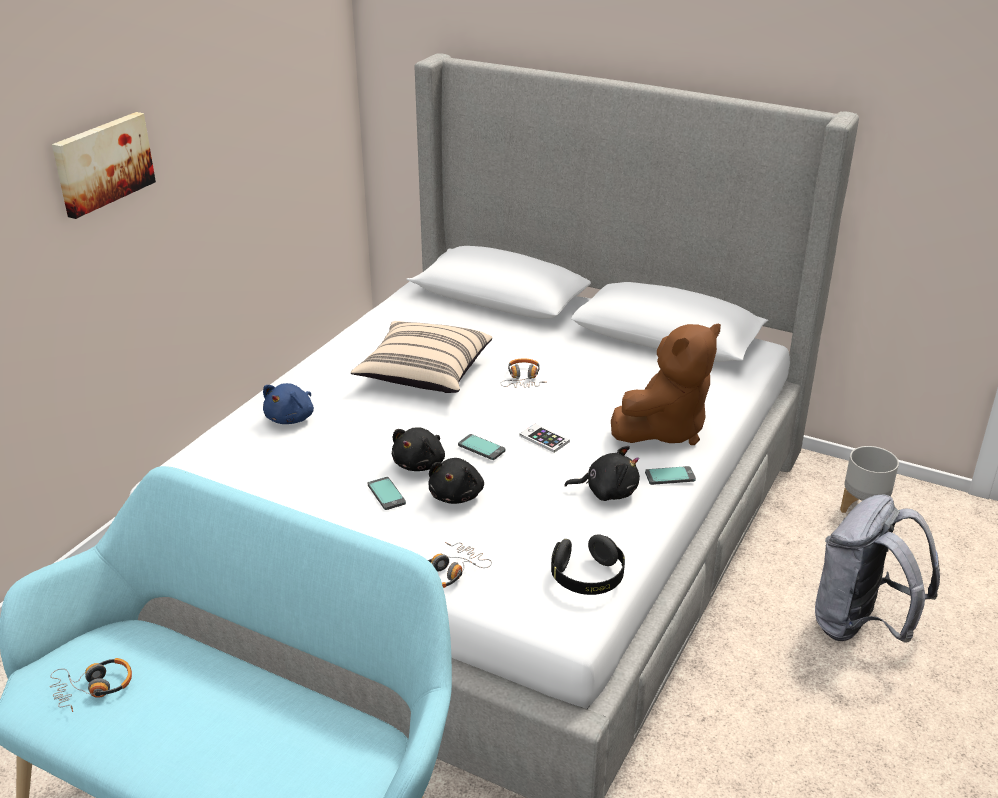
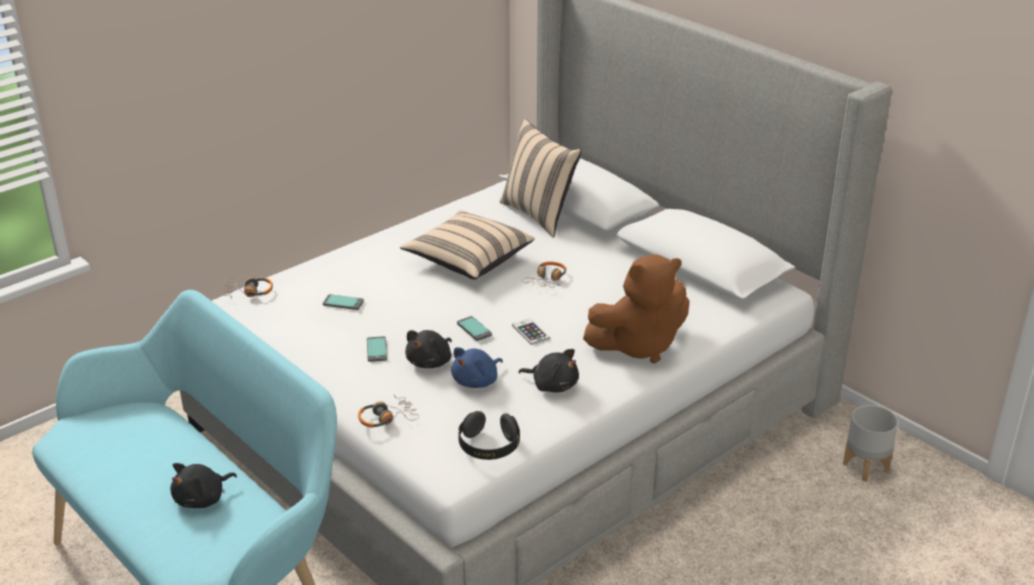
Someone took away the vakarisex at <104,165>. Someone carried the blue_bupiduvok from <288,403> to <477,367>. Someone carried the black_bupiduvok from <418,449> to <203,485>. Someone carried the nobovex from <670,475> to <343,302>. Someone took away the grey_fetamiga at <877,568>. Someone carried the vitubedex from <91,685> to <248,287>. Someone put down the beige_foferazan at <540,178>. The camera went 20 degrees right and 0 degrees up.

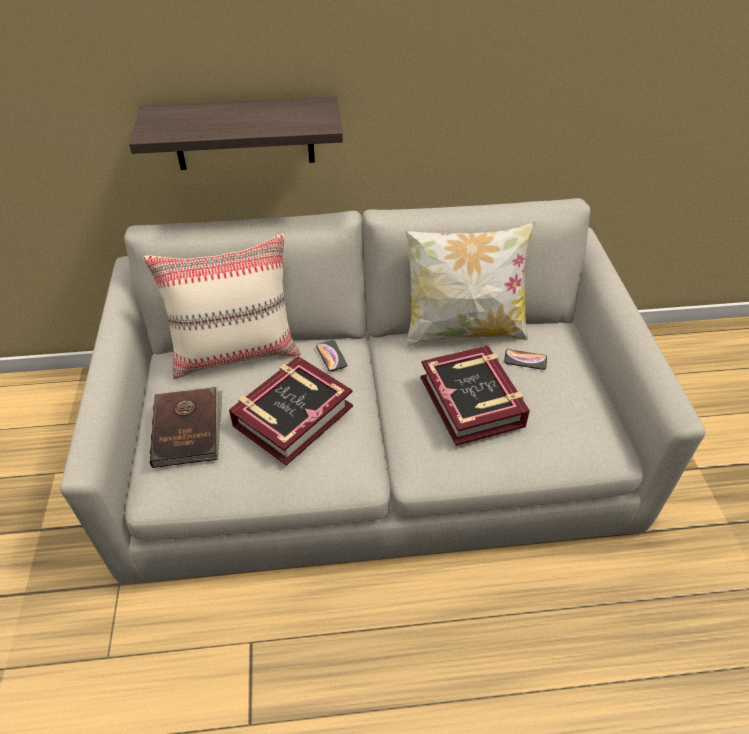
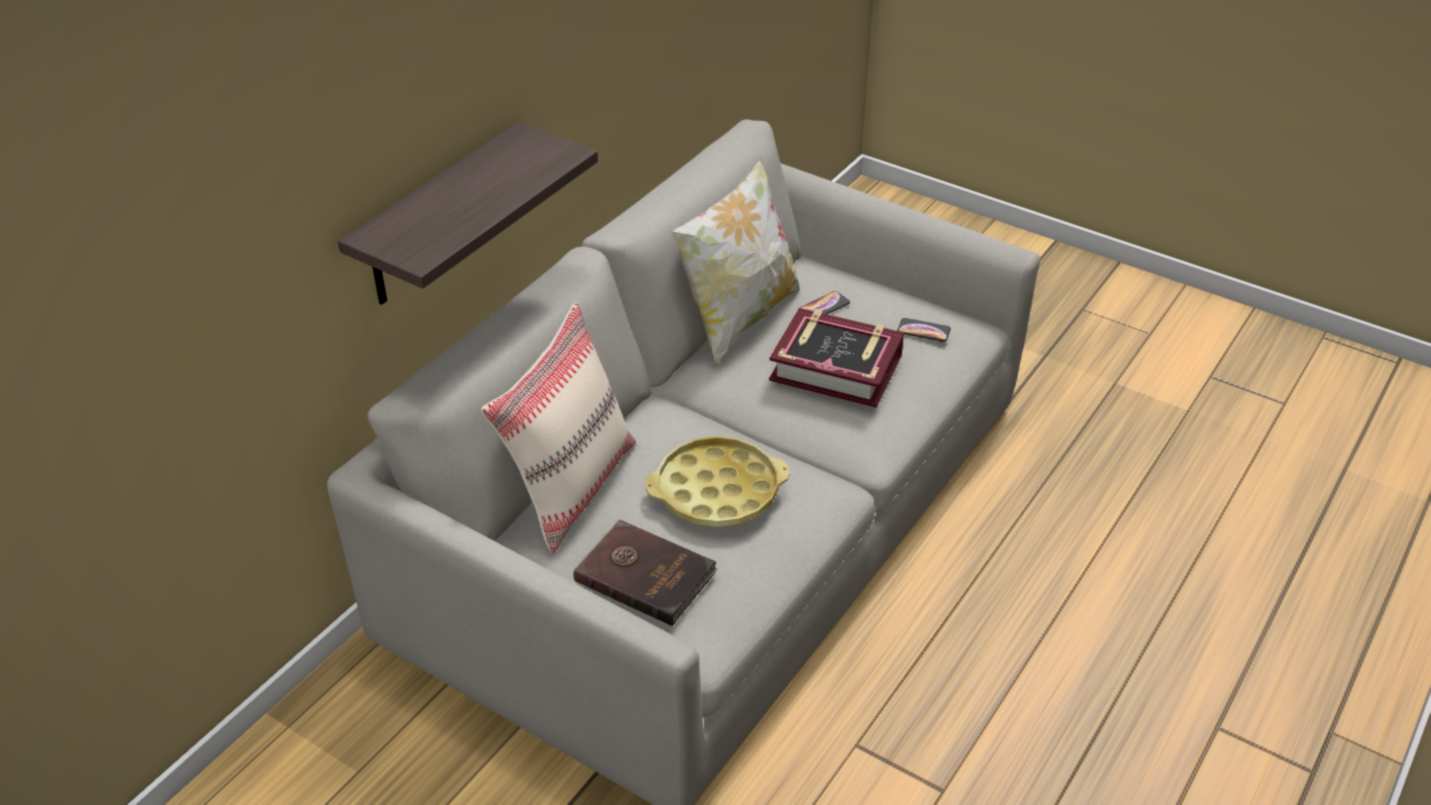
Someone carried the nobovex from <331,356> to <924,330>. Someone swapped the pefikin at <291,411> for the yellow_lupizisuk at <717,481>. The camera went 50 degrees left and 5 degrees down.

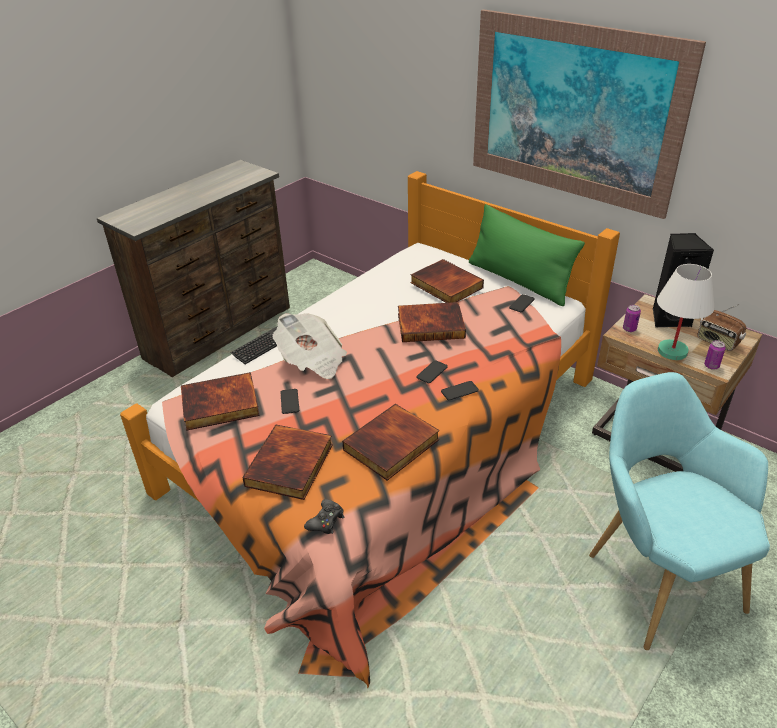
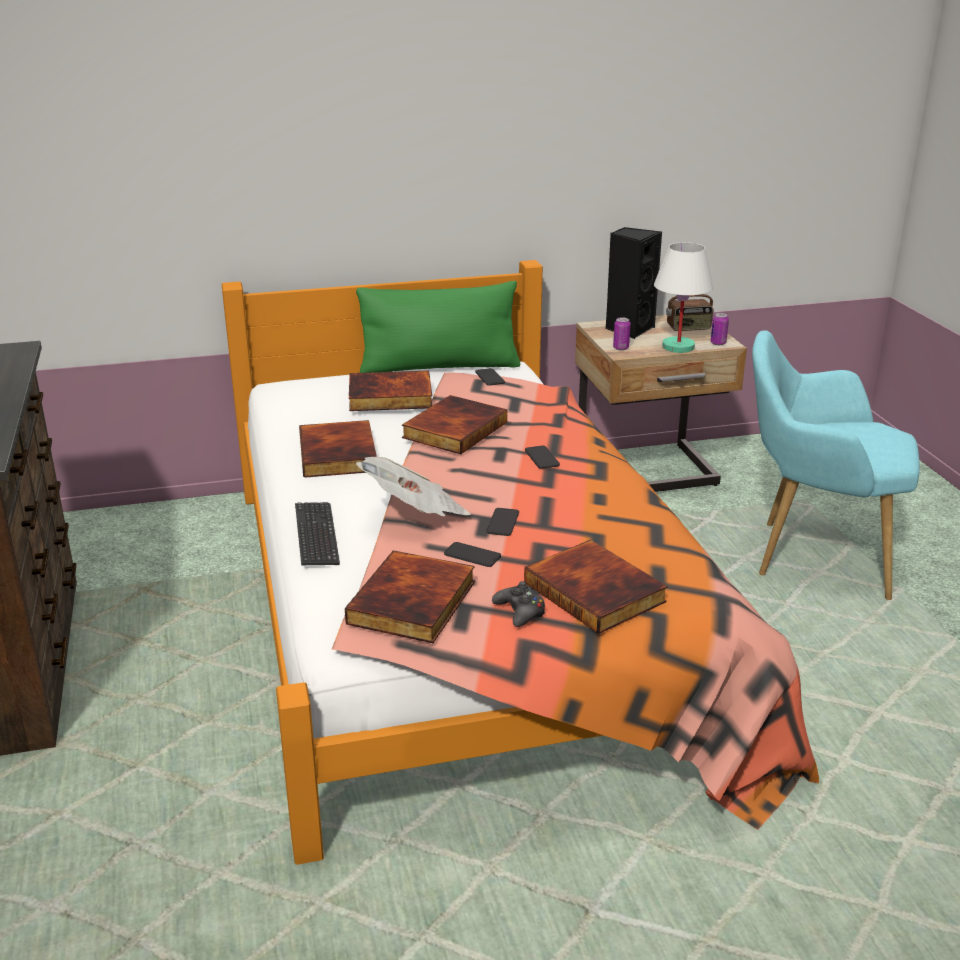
Someone took away the vakarisex at <589,114>. Someone carried the nobovex from <460,390> to <502,522>. Someone carried the pefikin from <391,442> to <338,449>. Someone carried the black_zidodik from <324,516> to <518,604>. The camera went 55 degrees left and 10 degrees down.

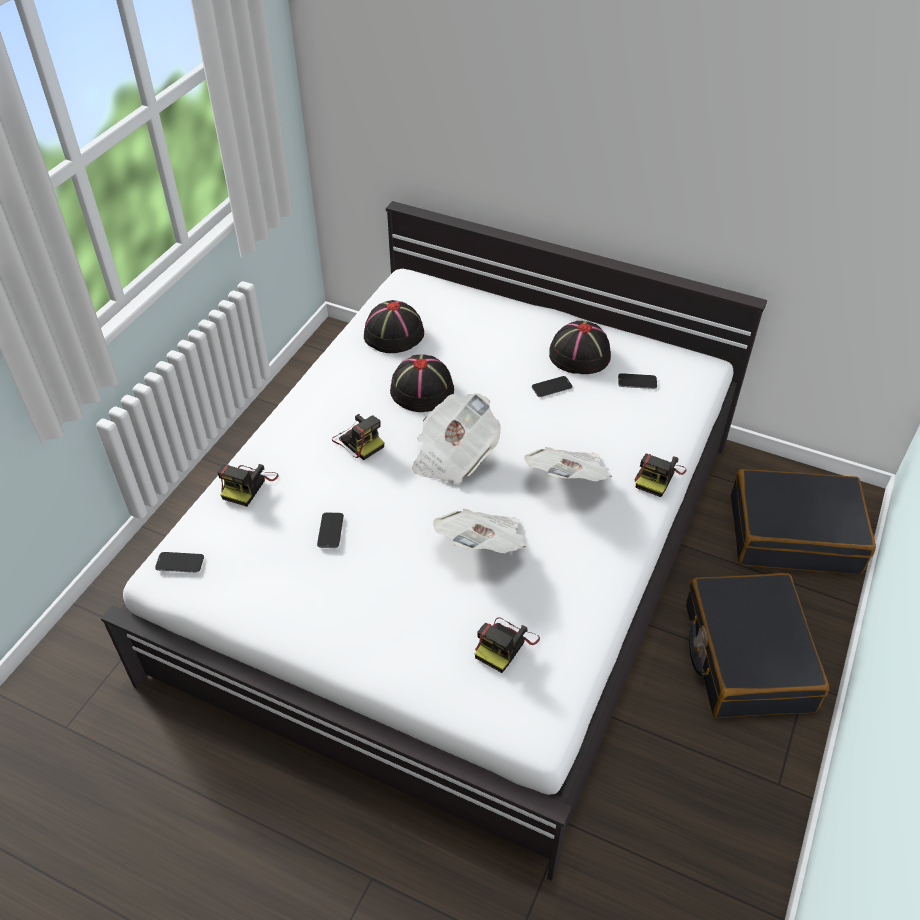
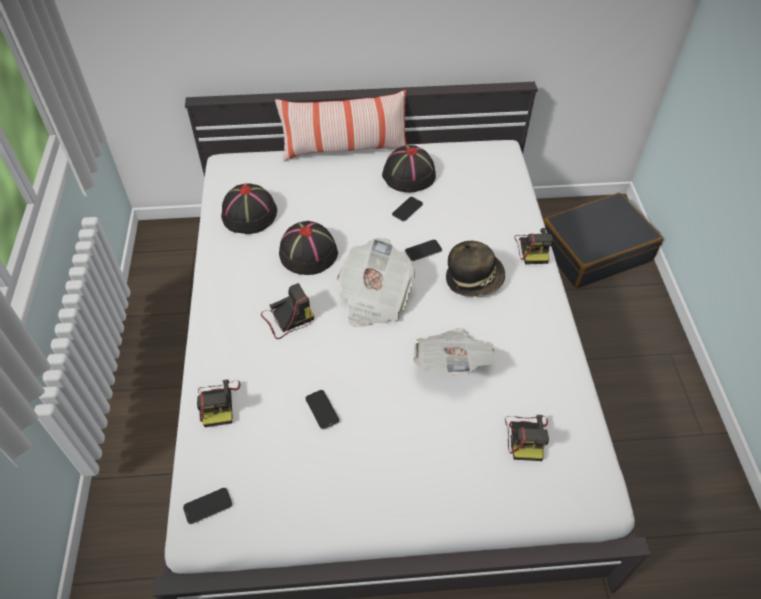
Someone carried the nobovex from <637,381> to <423,250>. Someone rotated the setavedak at <358,437> by 45 degrees counterclockwise. Someone swapped the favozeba at <568,464> for the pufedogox at <475,269>. Someone took away the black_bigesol at <757,645>. Someone put down the foferazan at <341,125>. The camera went 30 degrees left and 5 degrees up.

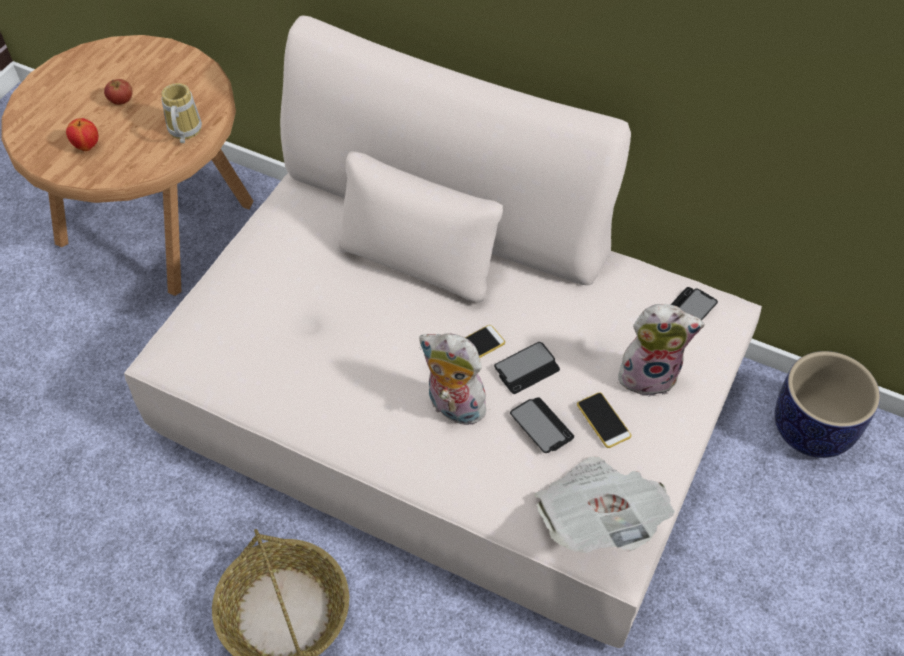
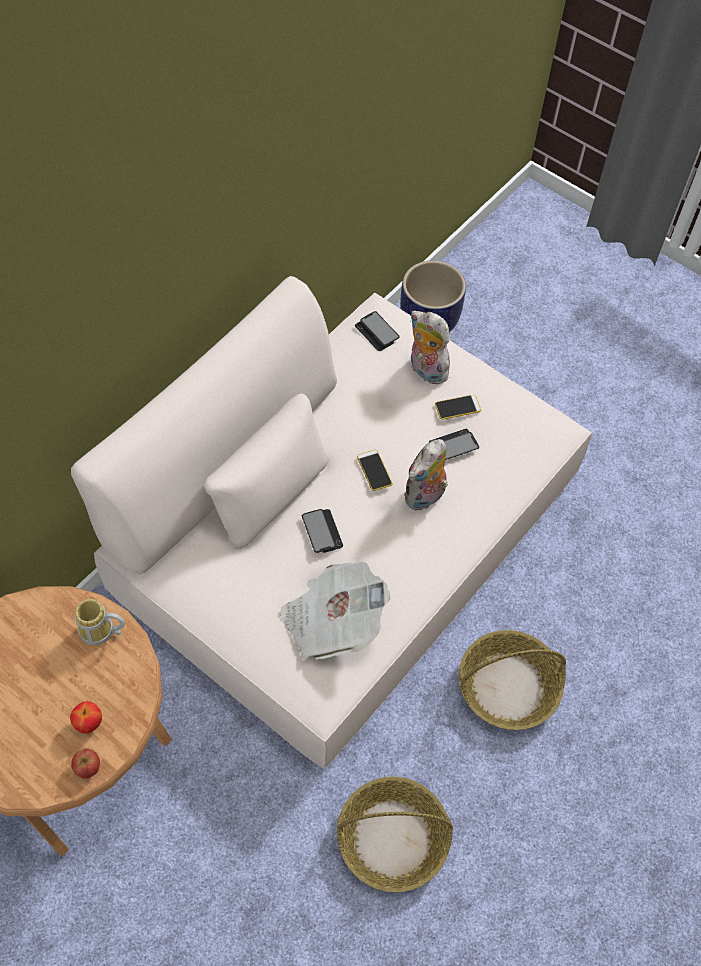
Someone carried the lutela from <118,92> to <85,763>. Someone rotated the bupiduvok at <661,350> by 60 degrees counterclockwise. Someone carried the nobovex from <527,368> to <322,531>. Someone carried the favozeba from <605,504> to <335,611>. Someone put down the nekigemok at <395,834>. The camera went 80 degrees left and 5 degrees up.

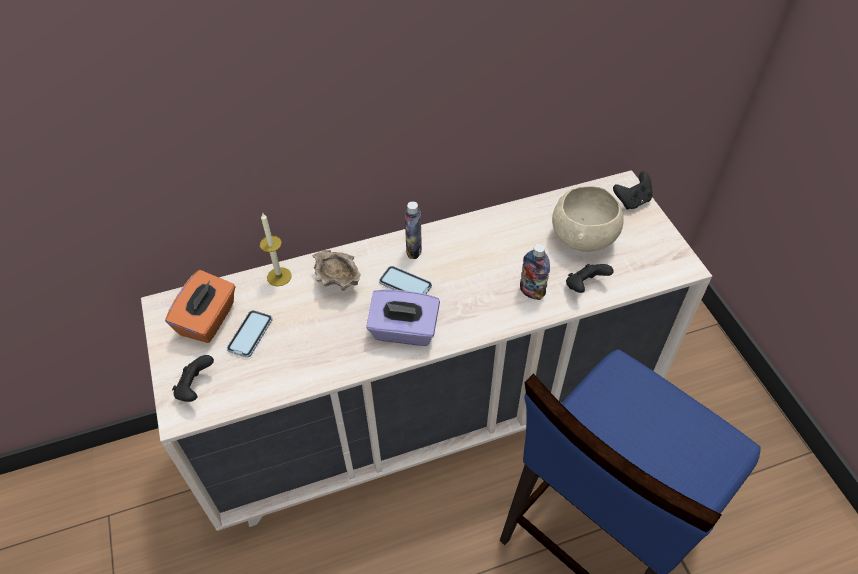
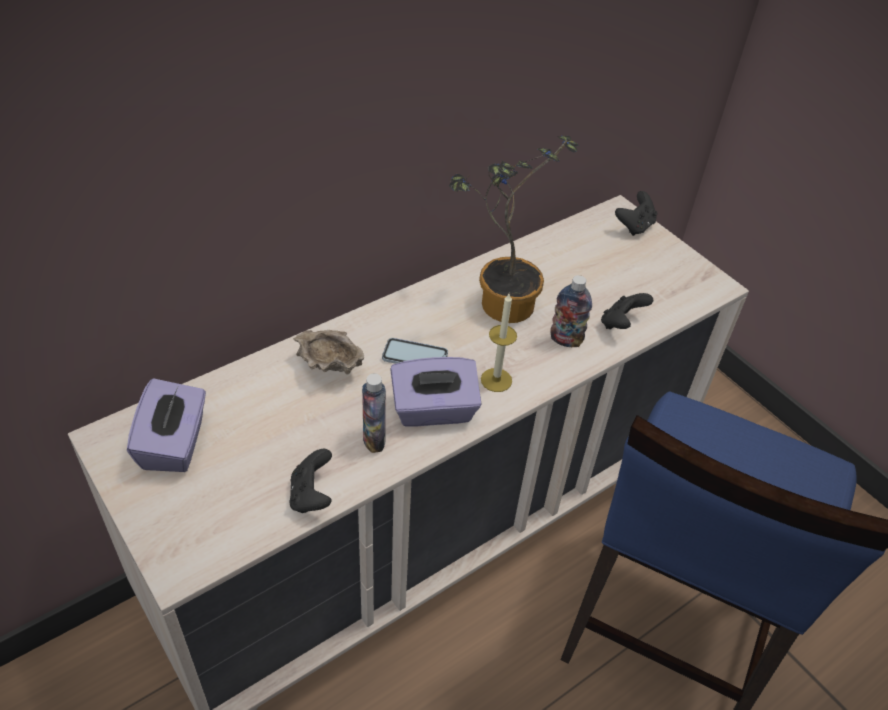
Someone took away the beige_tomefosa at <588,219>. Someone carried the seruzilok from <413,230> to <374,413>. Someone carried the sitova from <276,249> to <499,343>. Someone repainted the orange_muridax at <200,306>, which became the purple_muridax at <166,425>. Someone took away the nobovex at <250,334>. Someone carried the black_zidodik from <193,378> to <310,481>. Someone put down the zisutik at <514,229>. The camera went 20 degrees left and 5 degrees down.

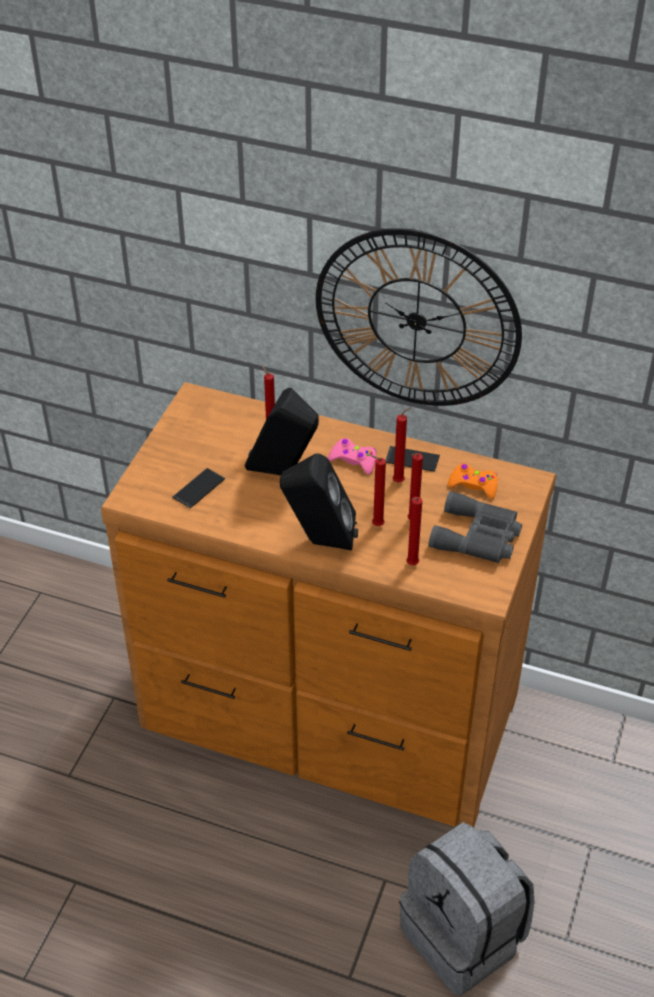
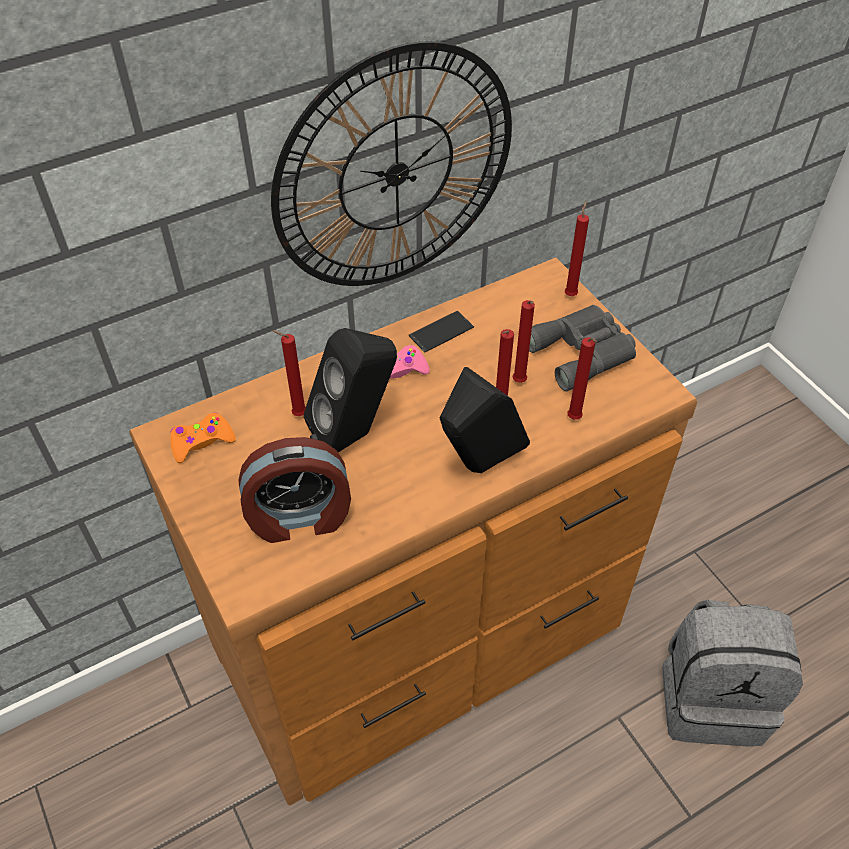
Someone carried the red_sitova from <402,444> to <577,248>. Someone carried the orange_zidodik from <473,481> to <203,438>. Someone swapped the nobovex at <198,488> for the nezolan at <294,490>. The camera went 50 degrees left and 5 degrees up.

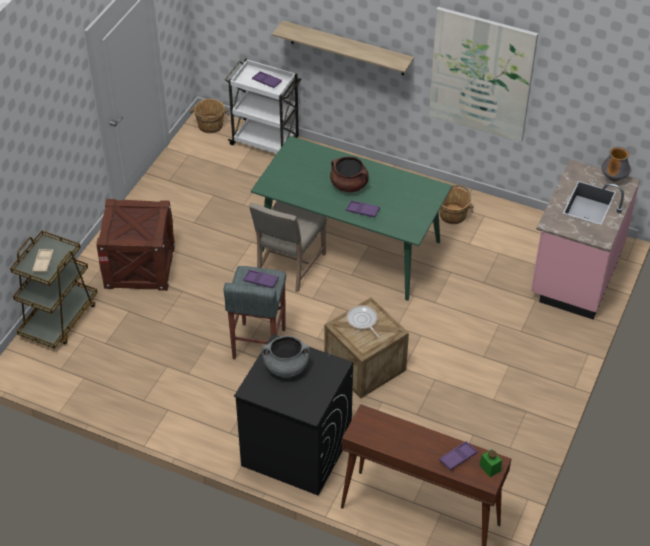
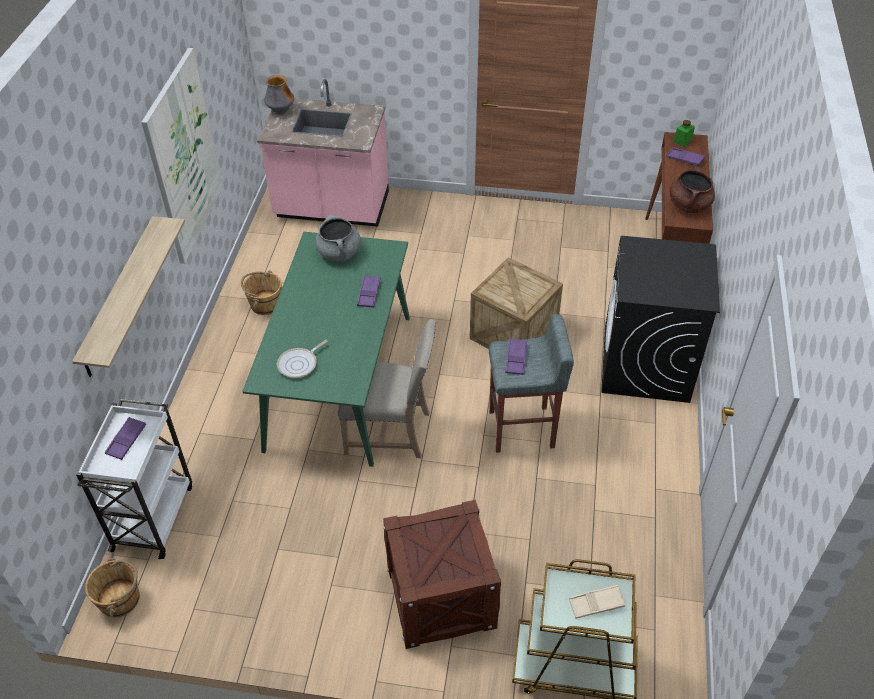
Someone carried the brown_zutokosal from <349,174> to <692,189>. Someone carried the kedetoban from <363,321> to <302,359>. Someone carried the grey_zutokosal from <286,356> to <338,238>. The camera went 105 degrees left and 0 degrees up.

